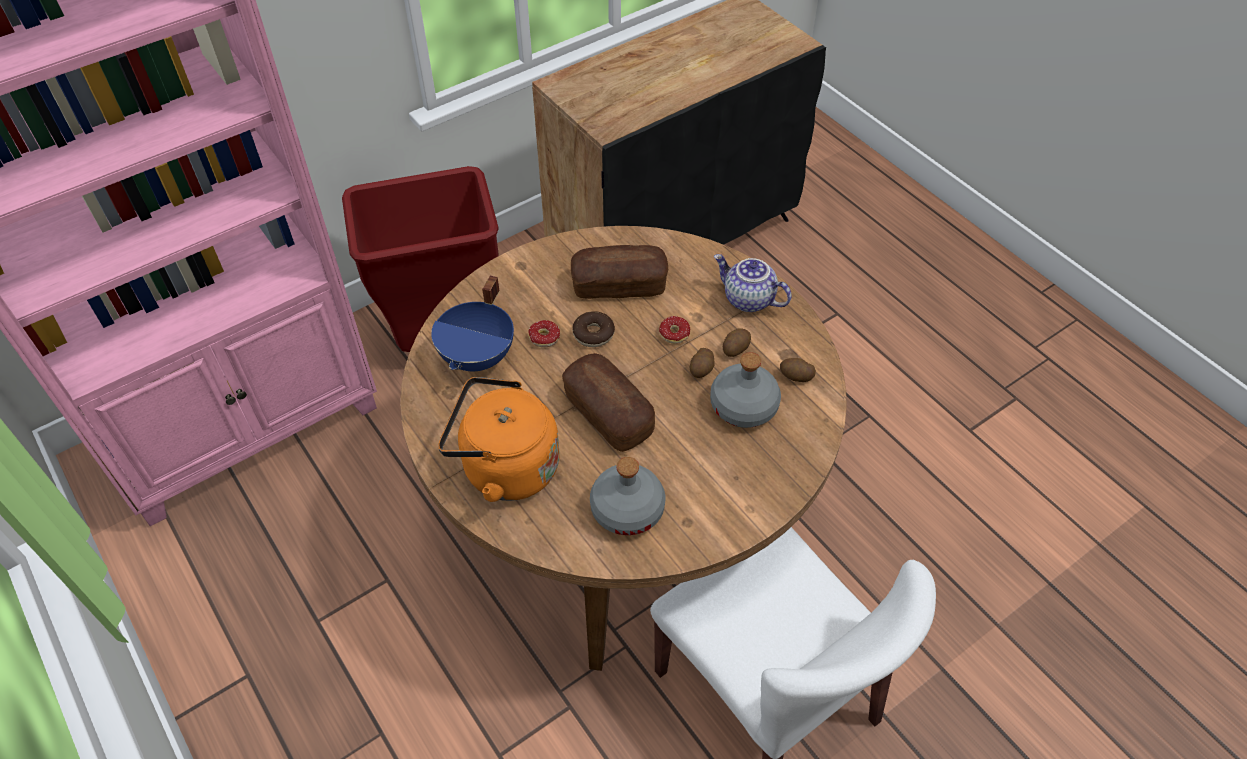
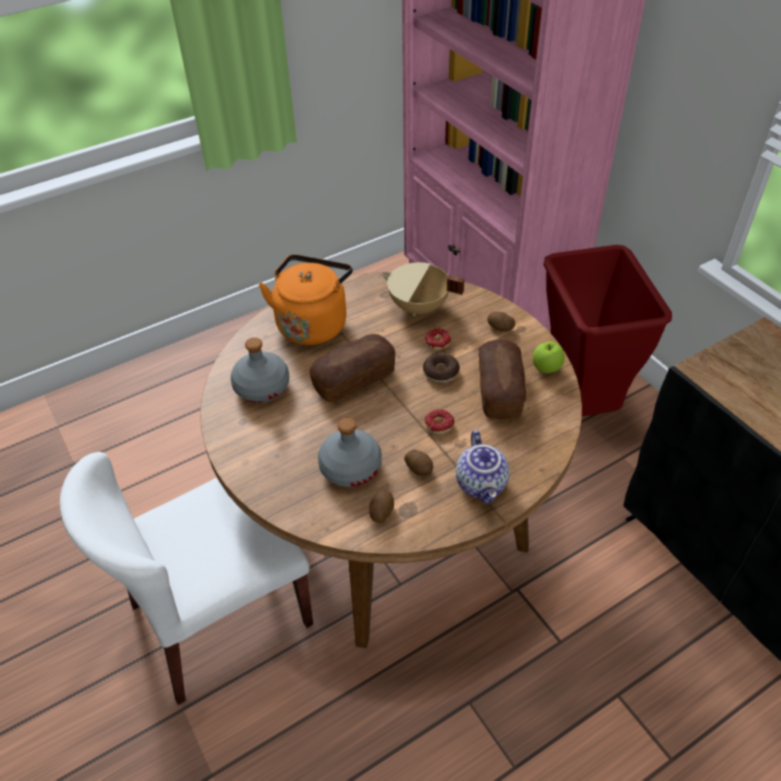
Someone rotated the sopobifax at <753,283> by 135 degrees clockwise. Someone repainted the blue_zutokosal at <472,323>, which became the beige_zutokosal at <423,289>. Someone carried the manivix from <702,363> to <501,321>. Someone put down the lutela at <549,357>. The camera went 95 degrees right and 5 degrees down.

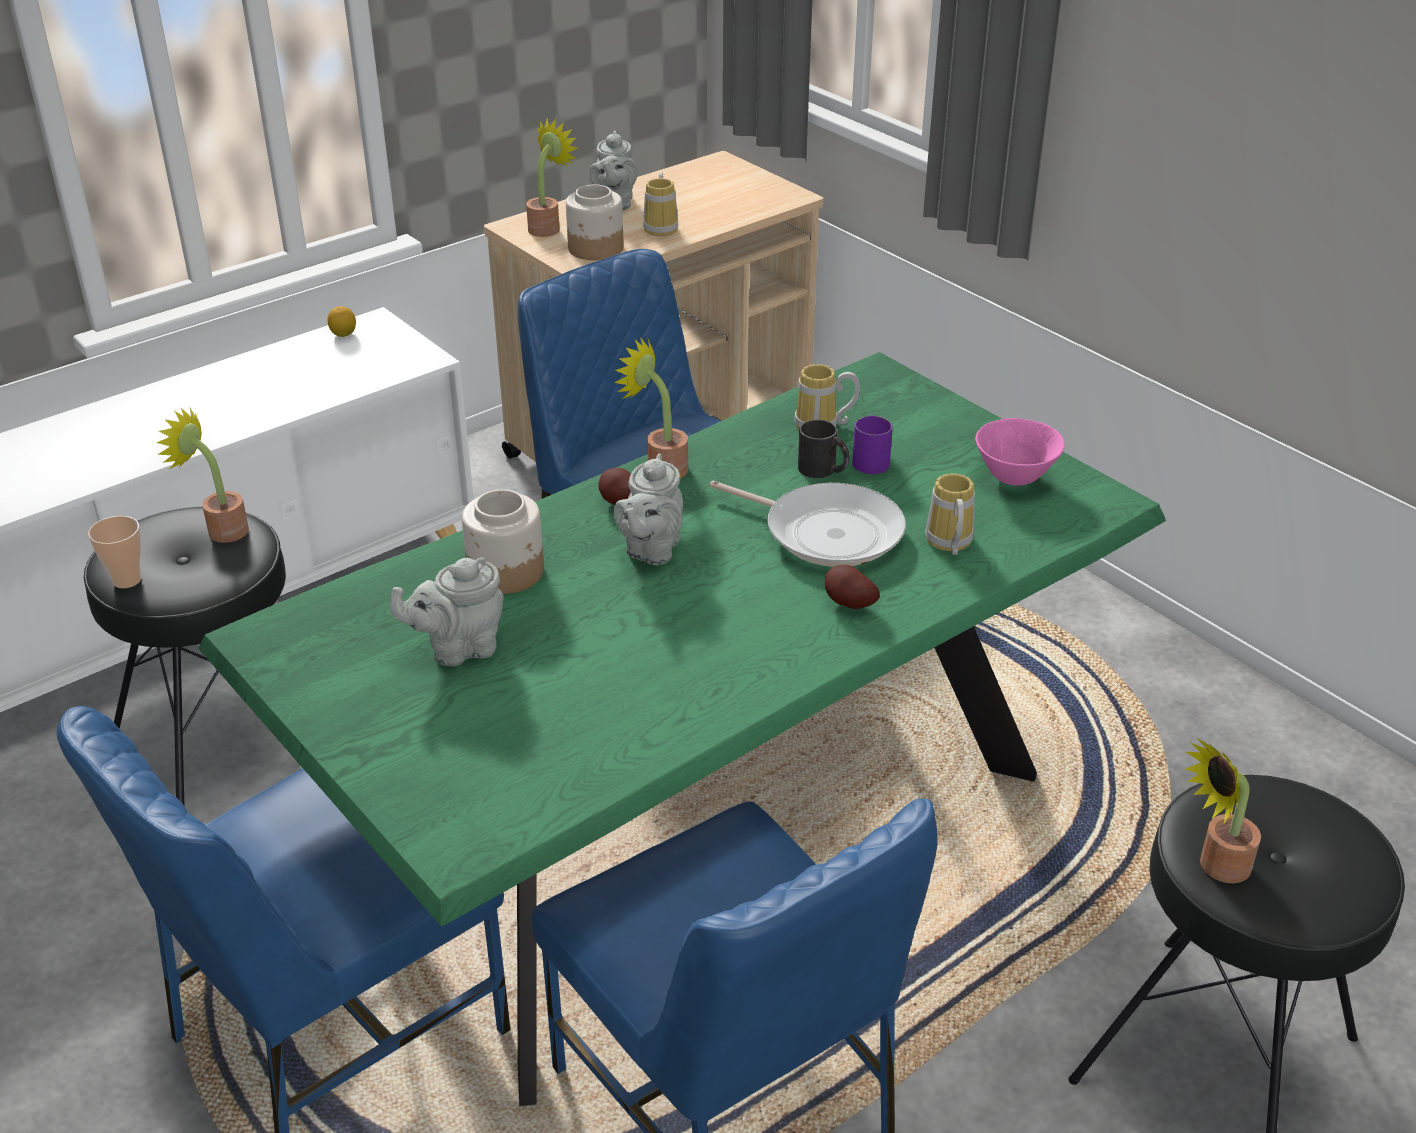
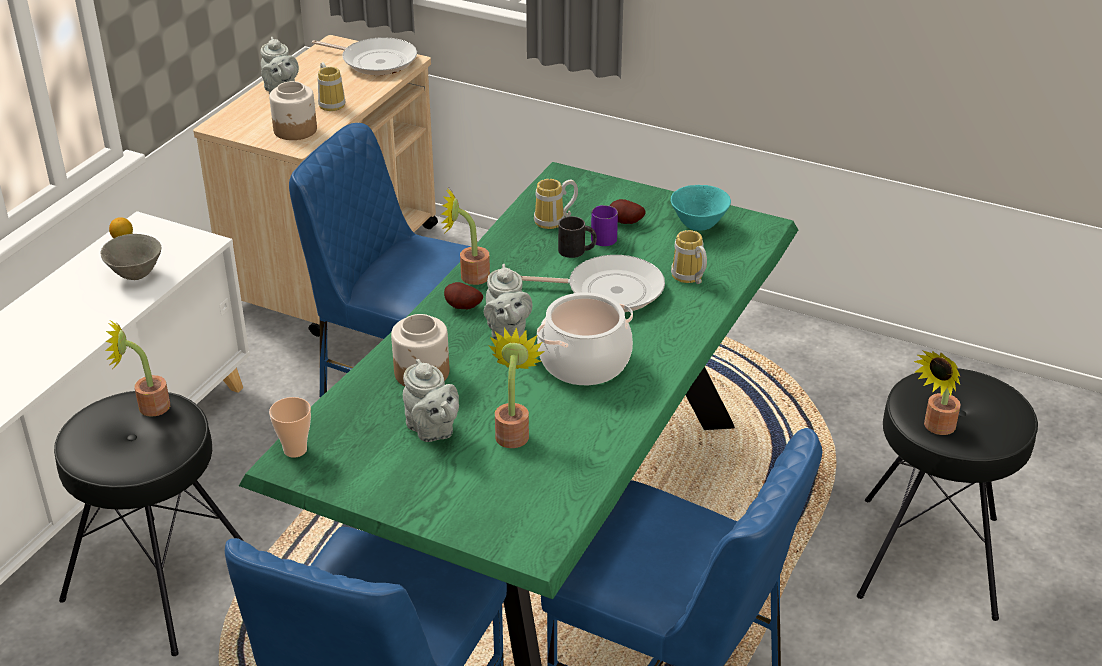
Someone carried the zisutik from <552,177> to <517,387>. Someone repainted the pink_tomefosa at <1020,452>, which became the turquoise_tomefosa at <701,208>. Someone carried the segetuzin from <114,552> to <290,427>. Someone rotated the grey_sopobifax at <447,611> by 75 degrees counterclockwise. Someone carried the manivix from <852,587> to <628,211>. Someone put down the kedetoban at <364,56>. Someone put down the grey_tomefosa at <130,257>. Someone put down the zutokosal at <585,338>. The camera went 25 degrees left and 0 degrees up.

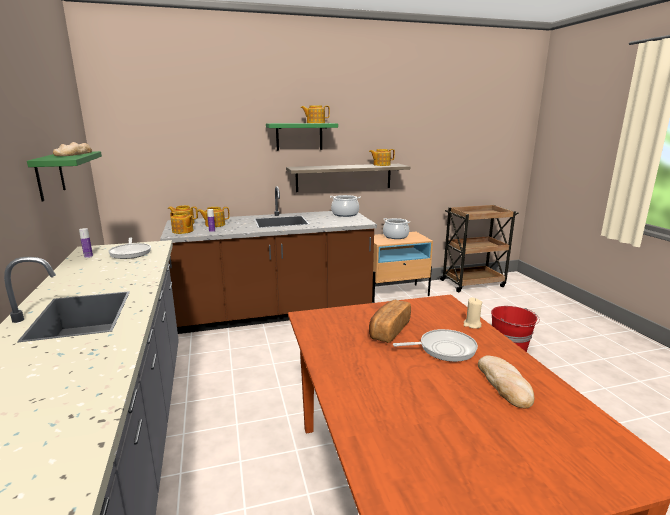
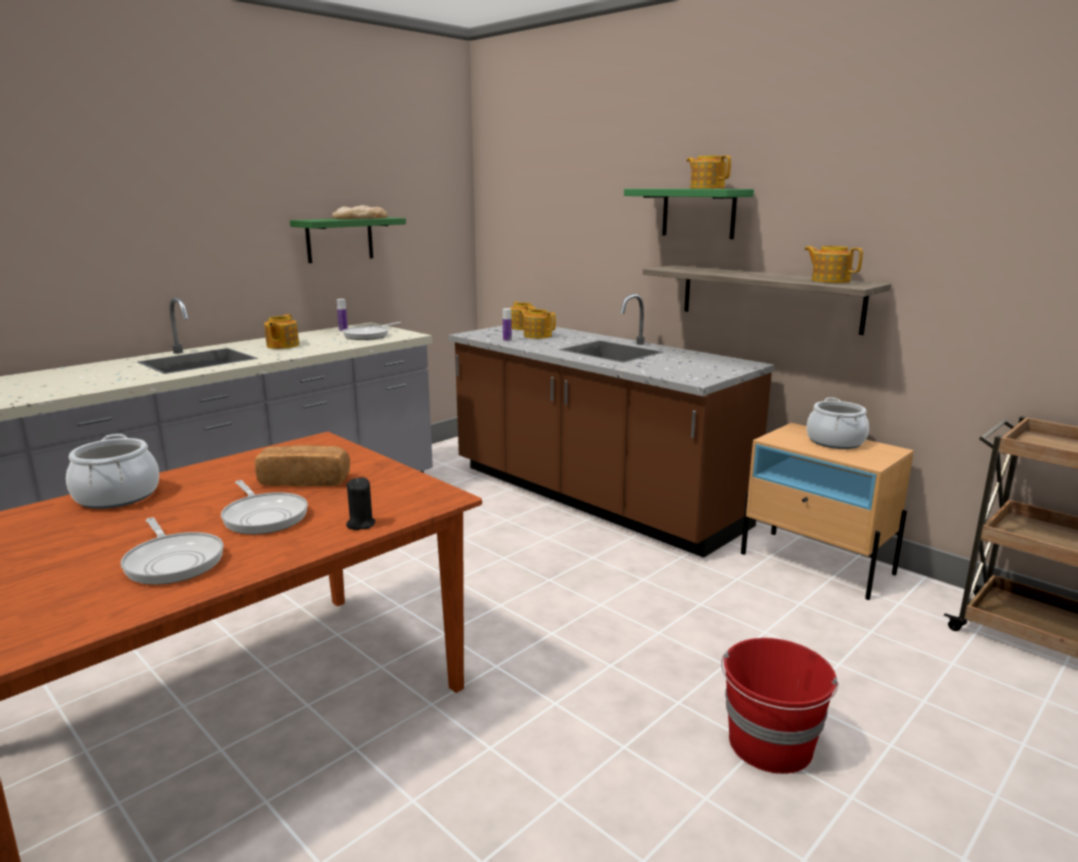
Someone carried the zutokosal from <345,206> to <112,471>. Someone carried the sopobifax from <182,223> to <281,331>. Someone repainted the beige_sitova at <473,313>, which became the black_sitova at <361,503>. Someone swapped the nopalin at <506,381> for the kedetoban at <172,551>. The camera went 60 degrees right and 0 degrees up.

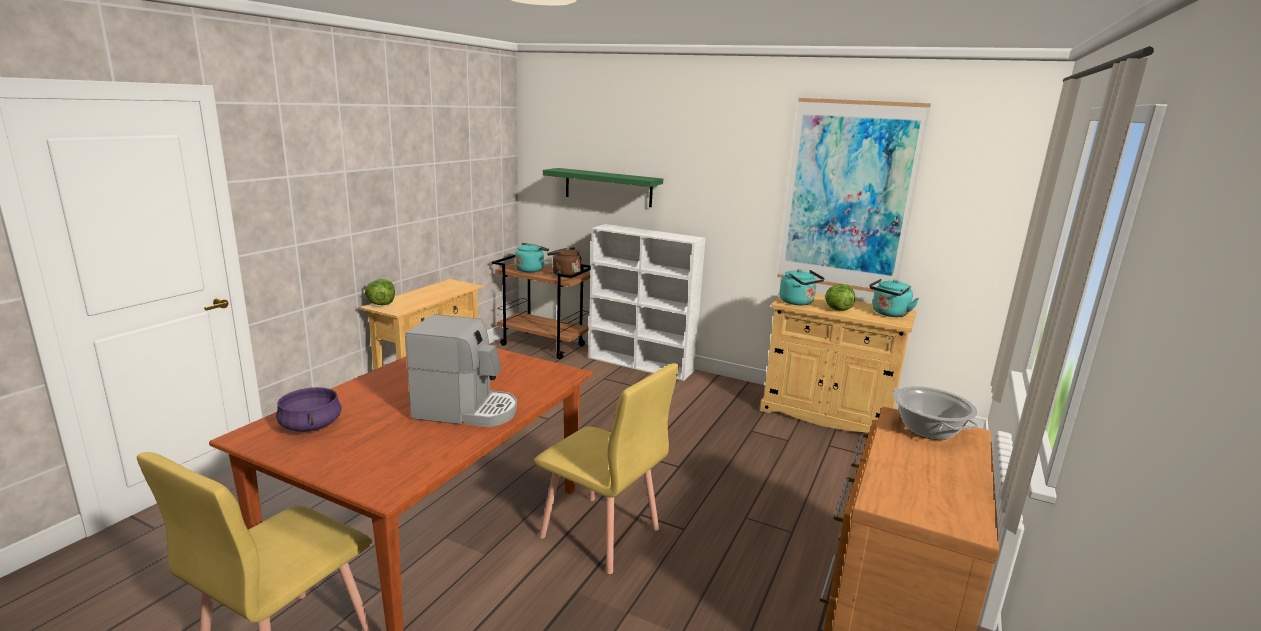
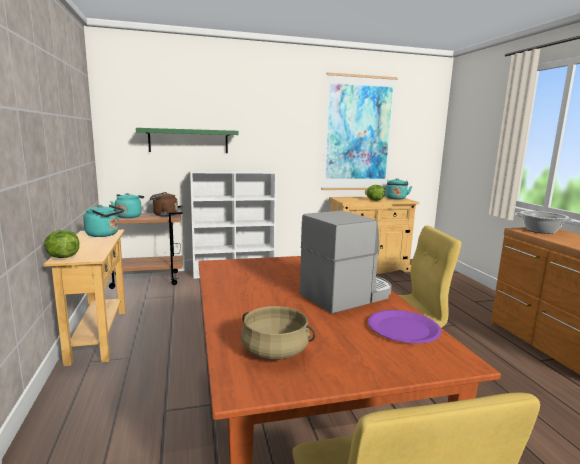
Someone carried the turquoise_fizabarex from <802,287> to <103,221>. Someone repainted the purple_zutokosal at <309,409>, which became the beige_zutokosal at <278,333>. Someone put down the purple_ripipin at <405,327>. The camera went 40 degrees left and 5 degrees down.

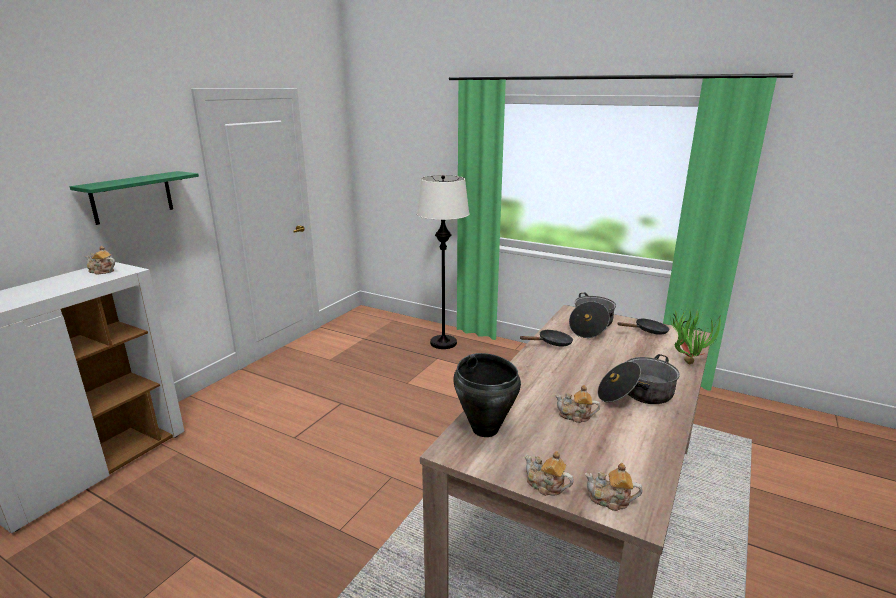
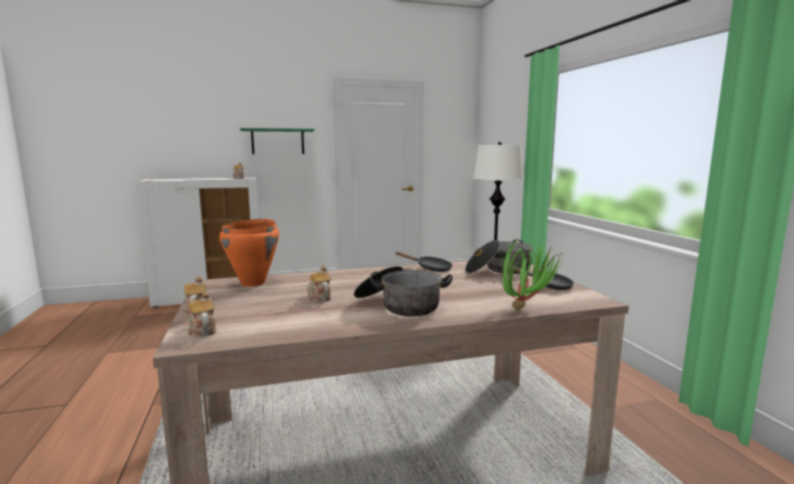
Someone repainted the black_zutokosal at <487,395>, which became the orange_zutokosal at <249,253>. The camera went 45 degrees right and 10 degrees down.

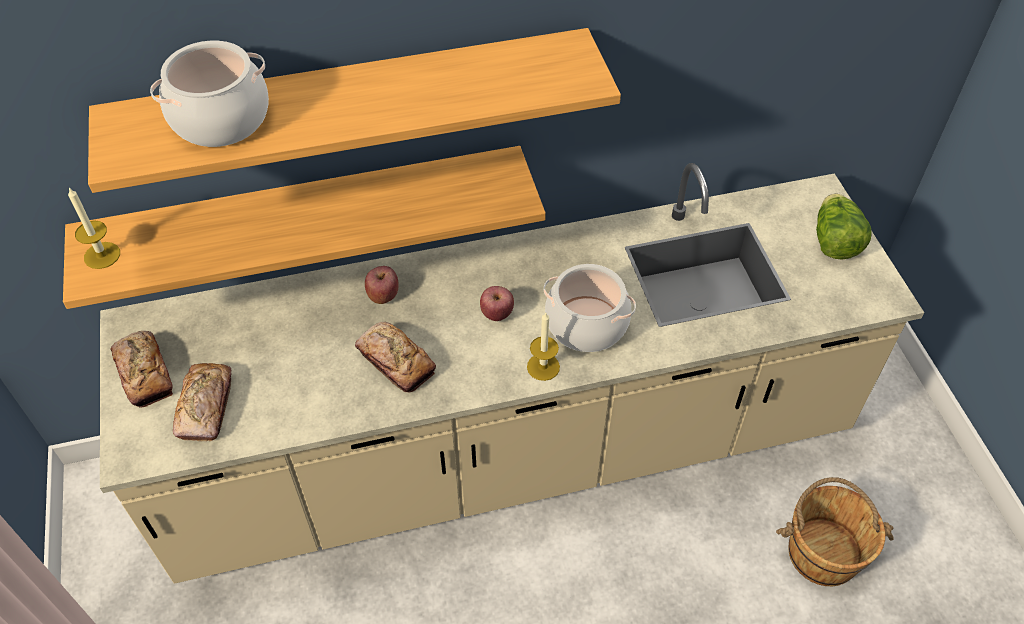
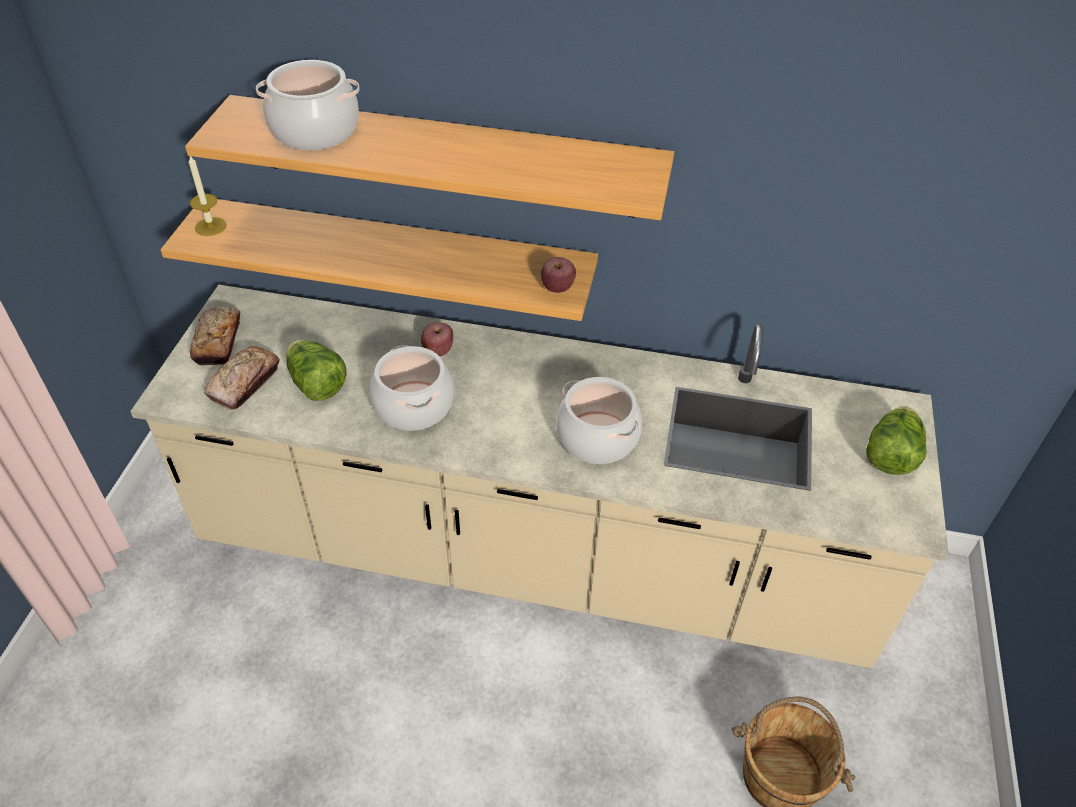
Someone carried the lutela from <497,303> to <558,275>. Someone took away the sitova at <543,347>. Someone swapped the nopalin at <395,357> for the zutokosal at <412,388>. Someone put down the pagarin at <316,370>. The camera went 25 degrees right and 5 degrees down.

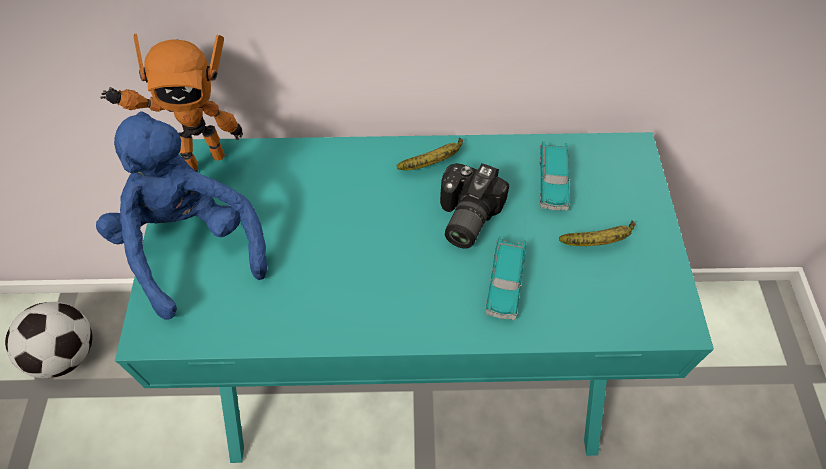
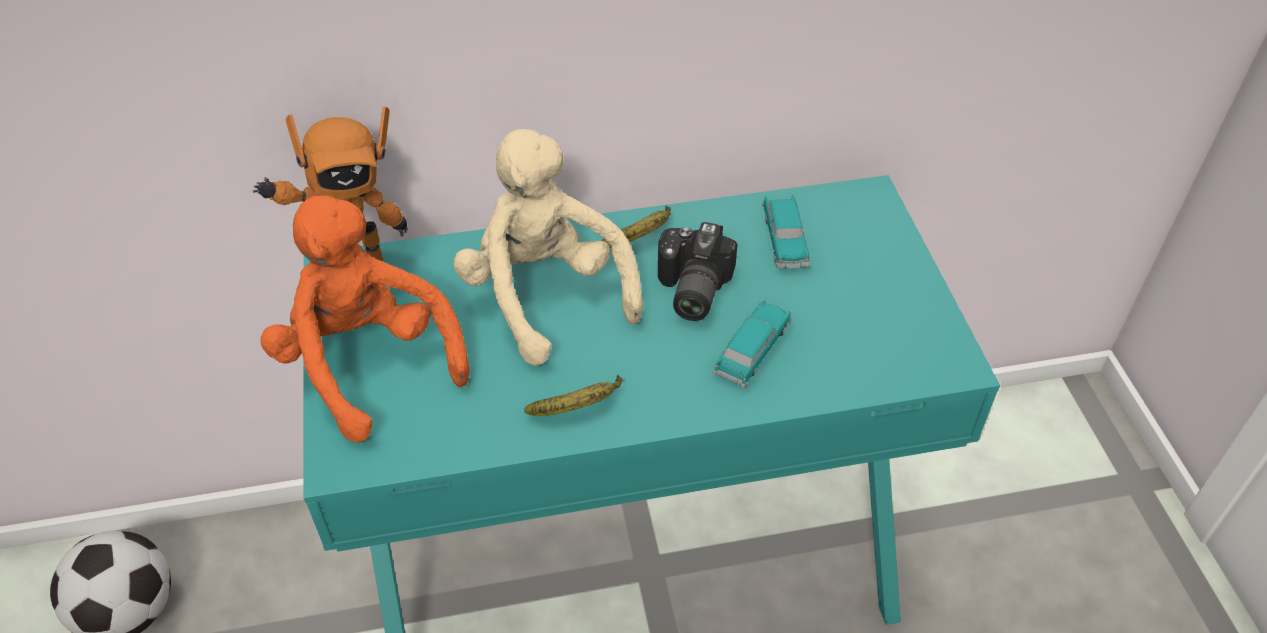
Someone repainted the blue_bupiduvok at <181,215>, which became the orange_bupiduvok at <365,319>. Someone carried the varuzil from <597,233> to <573,395>. Someone rotated the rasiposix at <505,278> by 150 degrees counterclockwise. Someone put down the beige_bupiduvok at <548,247>. The camera went 10 degrees left and 10 degrees down.

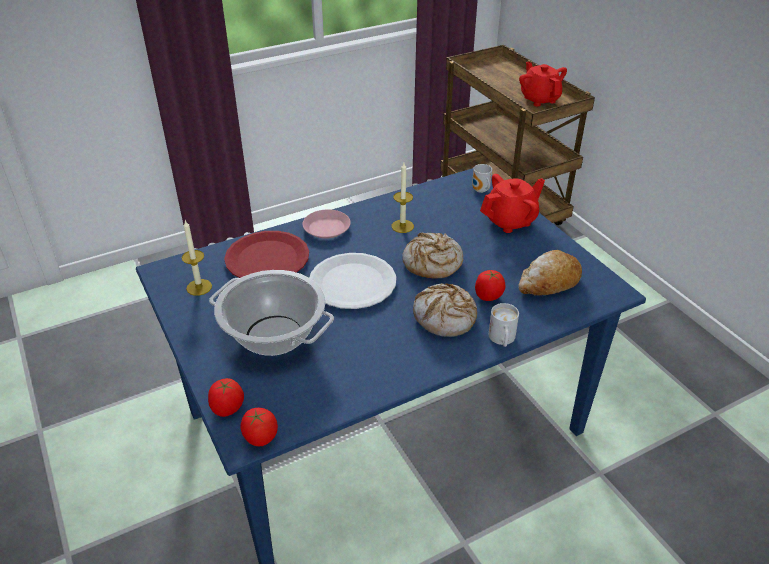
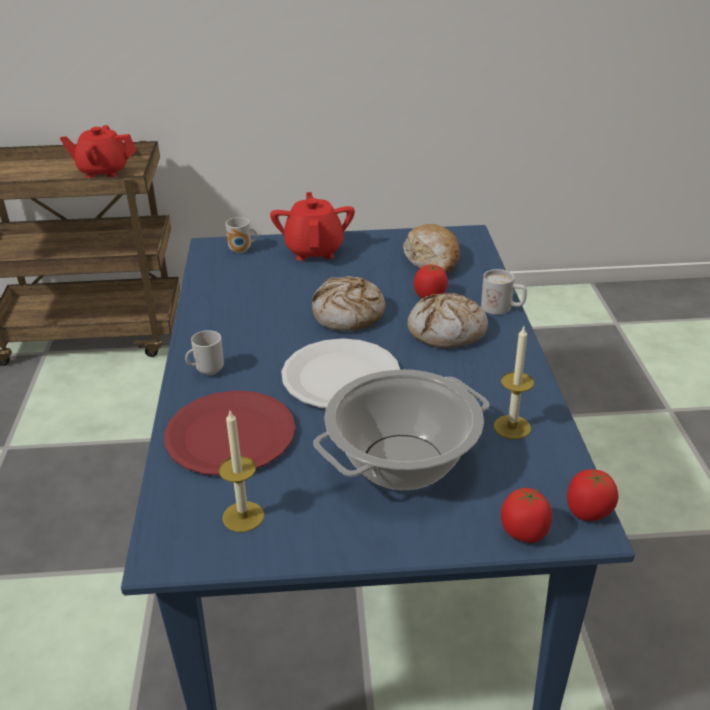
Someone carried the sitova from <403,198> to <514,383>. Someone swapped the pink_ripipin at <326,224> for the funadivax at <204,352>. The camera went 65 degrees left and 5 degrees down.

